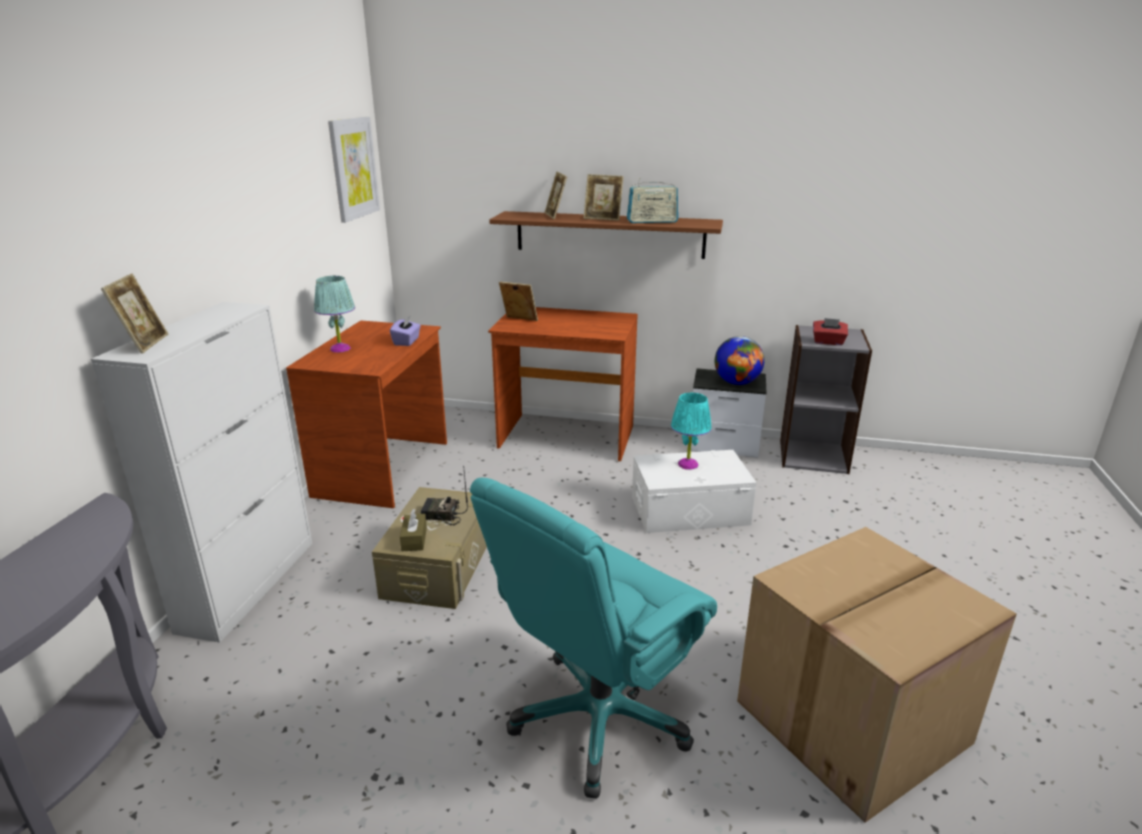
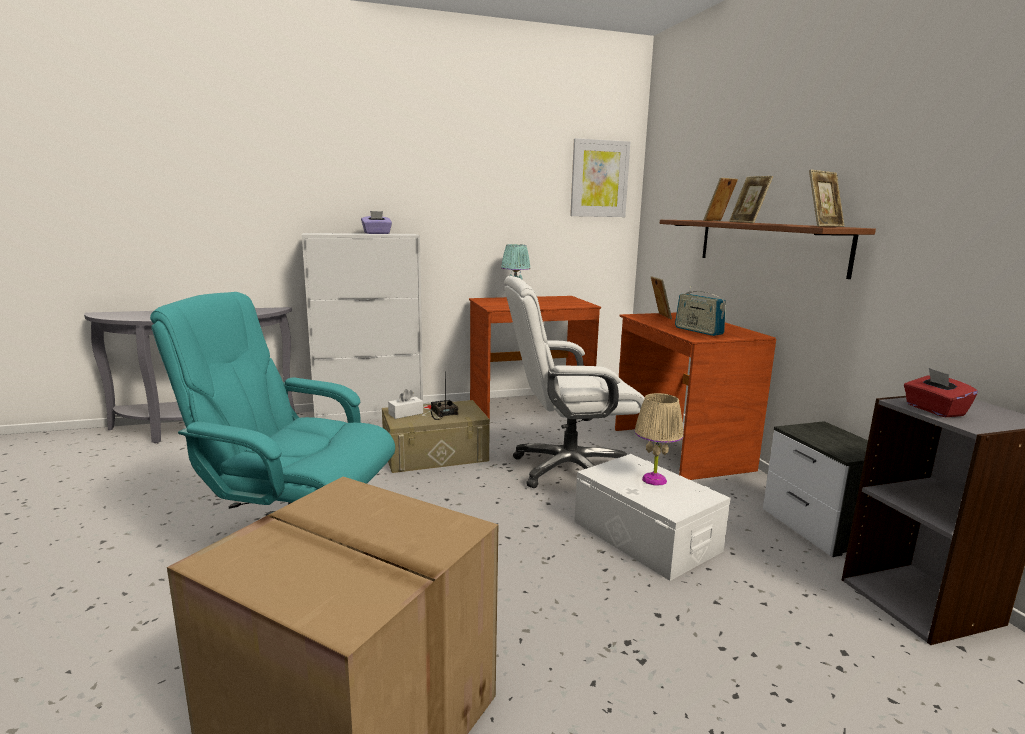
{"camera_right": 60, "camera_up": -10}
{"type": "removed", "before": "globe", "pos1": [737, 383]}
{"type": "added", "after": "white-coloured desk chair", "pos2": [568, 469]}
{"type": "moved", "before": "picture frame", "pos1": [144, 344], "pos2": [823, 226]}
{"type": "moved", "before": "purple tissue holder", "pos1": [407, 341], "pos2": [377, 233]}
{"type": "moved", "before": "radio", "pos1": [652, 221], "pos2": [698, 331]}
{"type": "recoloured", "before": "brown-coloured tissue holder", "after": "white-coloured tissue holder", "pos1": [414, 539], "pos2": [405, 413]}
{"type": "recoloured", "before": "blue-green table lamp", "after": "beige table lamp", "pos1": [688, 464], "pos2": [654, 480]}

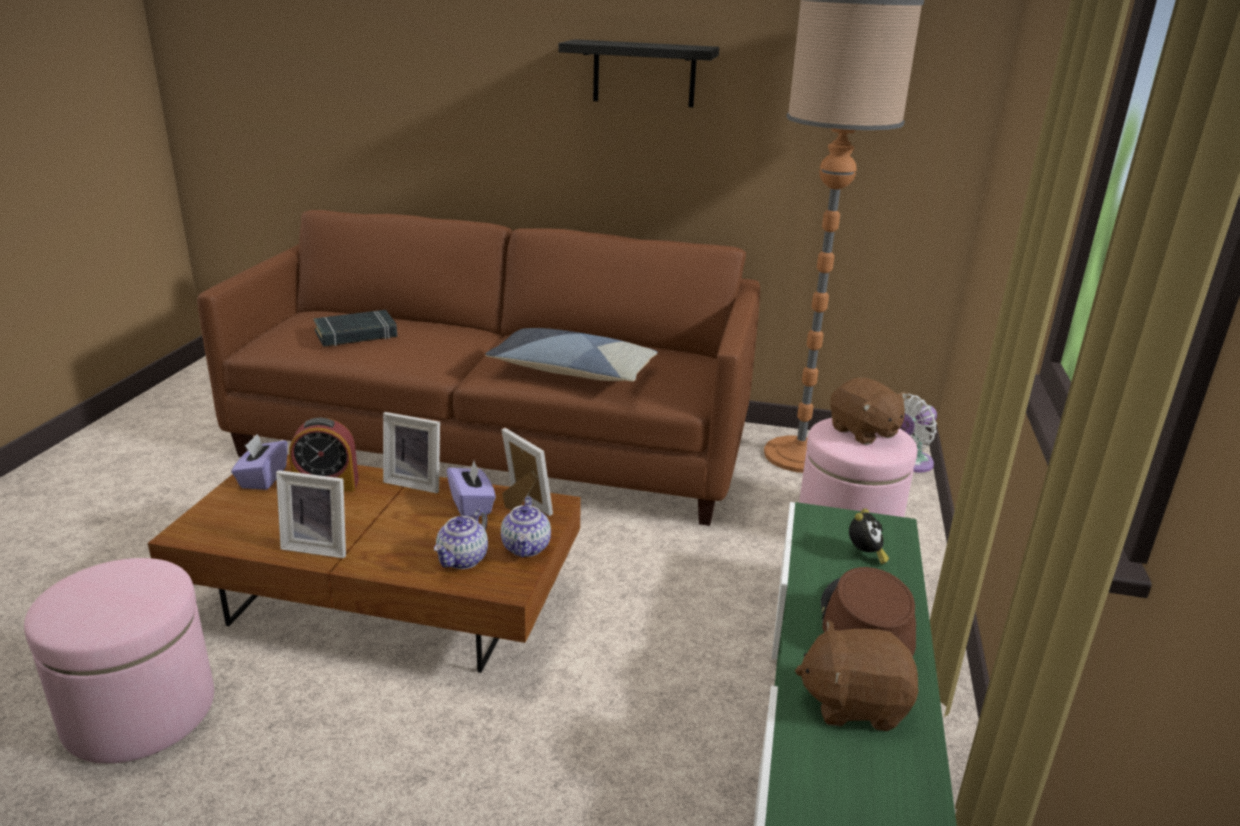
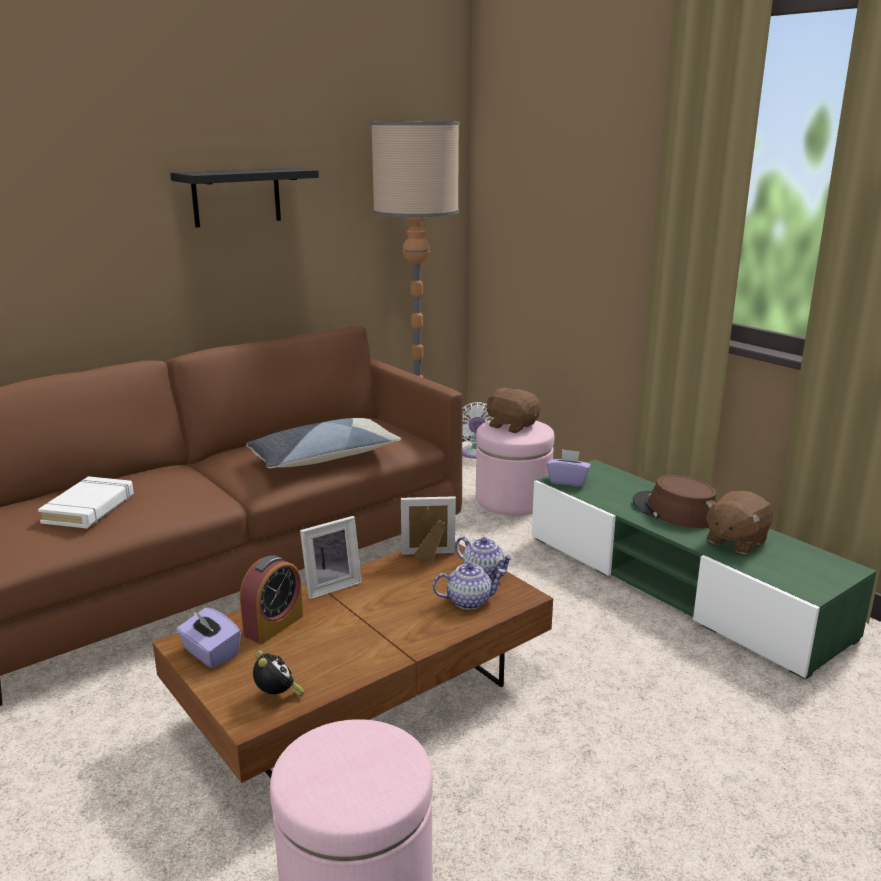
{"camera_right": -50, "camera_up": -5}
{"type": "removed", "before": "picture frame", "pos1": [319, 546]}
{"type": "moved", "before": "purple tissue holder", "pos1": [472, 505], "pos2": [568, 481]}
{"type": "moved", "before": "bedside clock", "pos1": [865, 555], "pos2": [277, 696]}
{"type": "recoloured", "before": "blackish bound book", "after": "white-coloured bound book", "pos1": [356, 334], "pos2": [89, 508]}
{"type": "turned", "before": "tea pot", "pos1": [463, 560], "pos2": [469, 601], "turn": -75}
{"type": "turned", "before": "brown-coloured plush toy", "pos1": [863, 432], "pos2": [512, 426], "turn": -150}

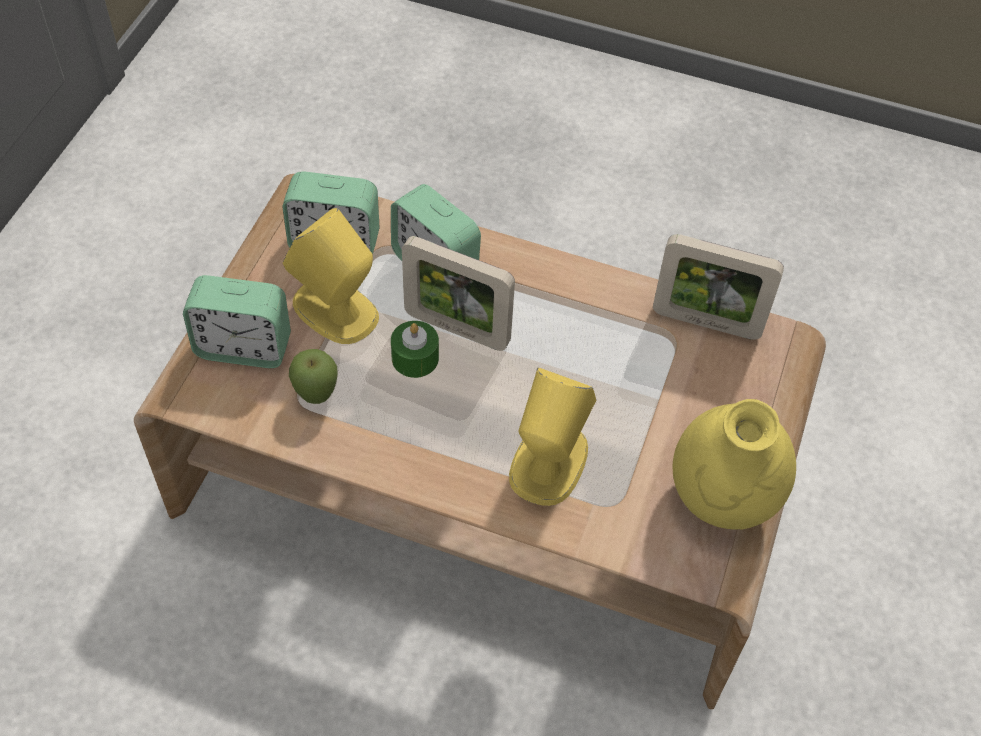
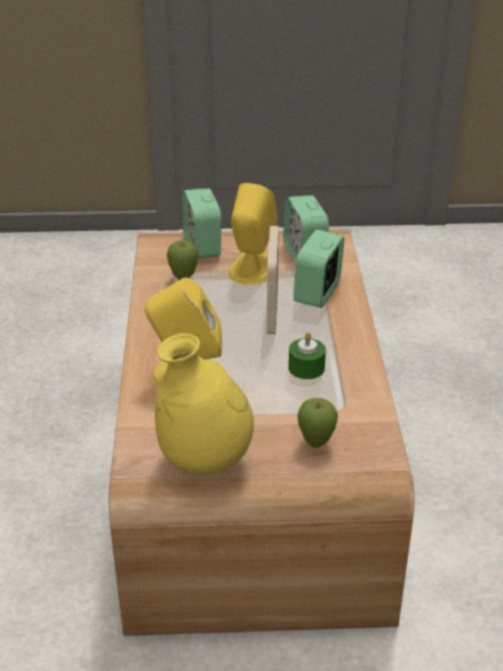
{"camera_right": 70, "camera_up": -20}
{"type": "removed", "before": "picture frame", "pos1": [706, 322]}
{"type": "added", "after": "whole apple", "pos2": [316, 443]}
{"type": "moved", "before": "green-coloured wax light", "pos1": [415, 358], "pos2": [306, 368]}

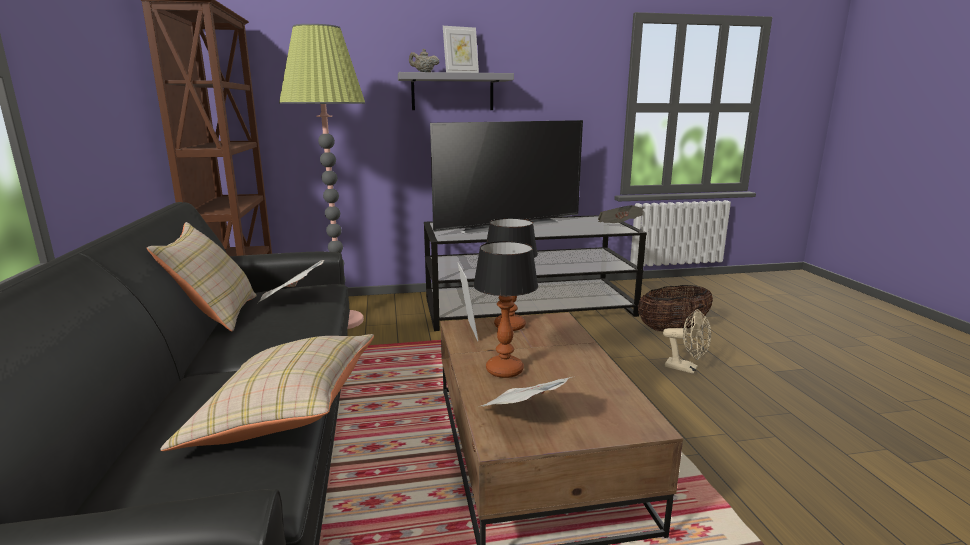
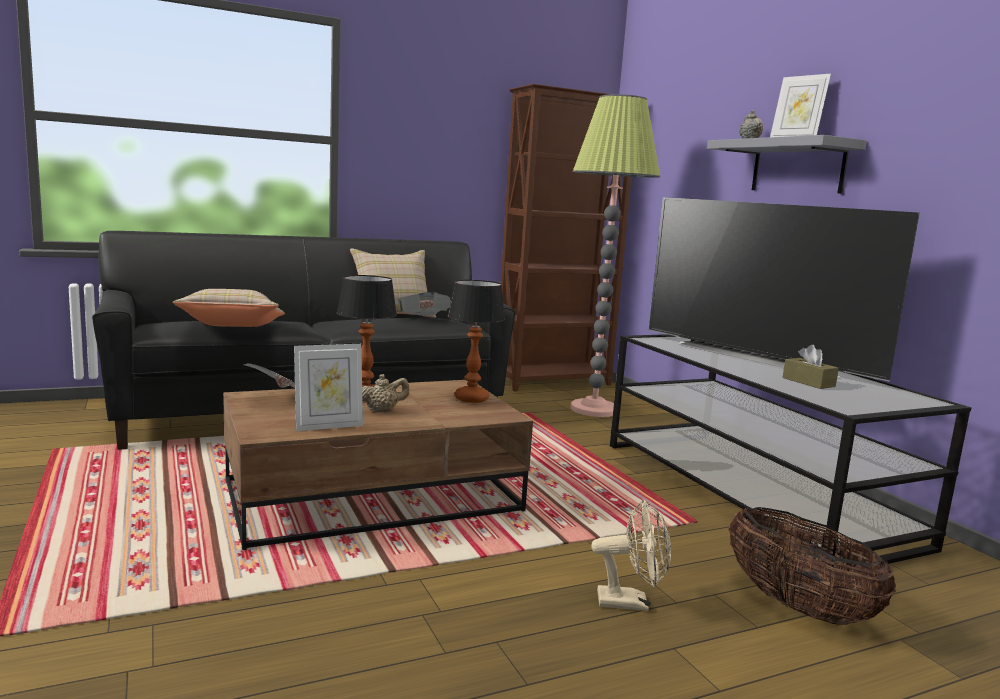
{"camera_right": 75, "camera_up": -5}
{"type": "removed", "before": "printed paper", "pos1": [619, 227]}
{"type": "added", "after": "beige tea pot", "pos2": [382, 411]}
{"type": "added", "after": "brown-coloured tissue holder", "pos2": [808, 382]}
{"type": "moved", "before": "picture frame", "pos1": [467, 331], "pos2": [328, 426]}
{"type": "turned", "before": "beige cooling fan", "pos1": [686, 368], "pos2": [631, 602], "turn": -105}

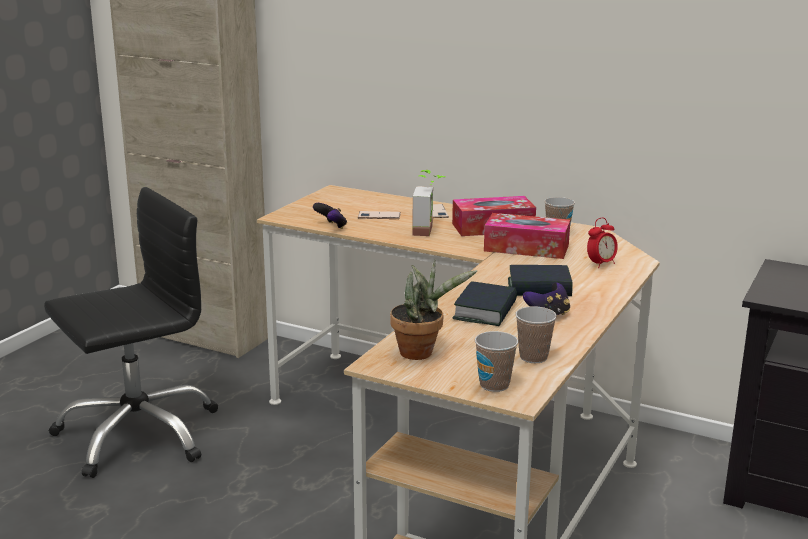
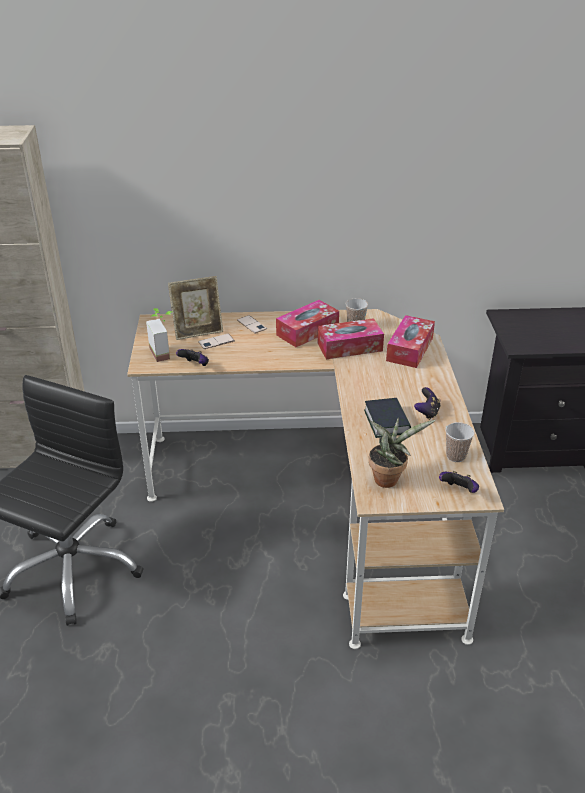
{"camera_right": -30, "camera_up": 15}
{"type": "removed", "before": "bound book", "pos1": [539, 288]}
{"type": "added", "after": "picture frame", "pos2": [198, 331]}
{"type": "moved", "before": "potted plant", "pos1": [429, 230], "pos2": [165, 352]}
{"type": "replaced", "before": "small cup", "after": "game controller", "pos1": [494, 385], "pos2": [459, 491]}
{"type": "replaced", "before": "bedside clock", "after": "tissue holder", "pos1": [601, 264], "pos2": [409, 349]}

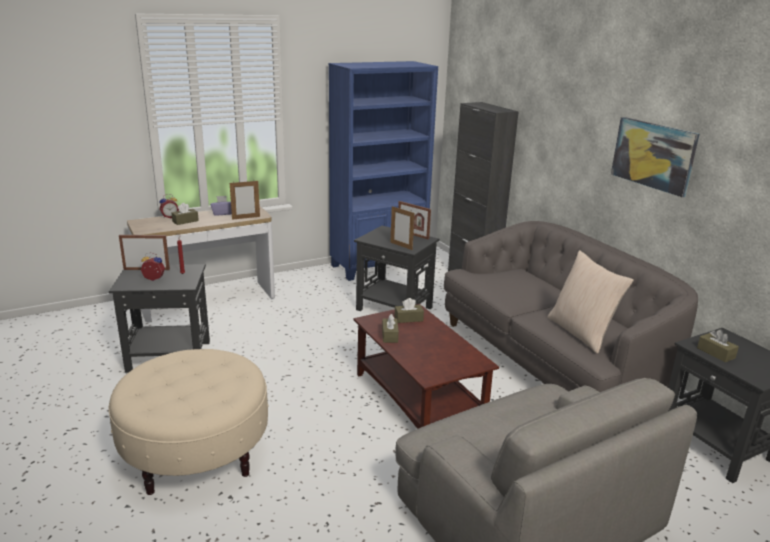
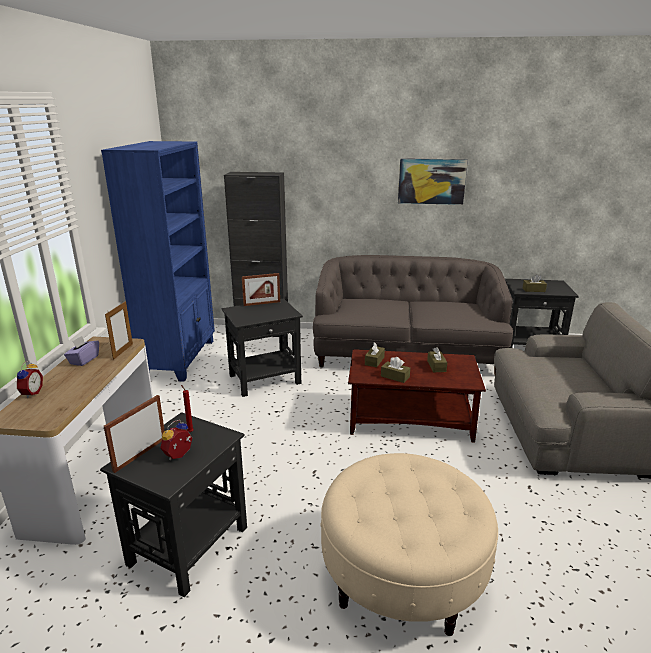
{"camera_right": -55, "camera_up": 0}
{"type": "removed", "before": "picture frame", "pos1": [401, 246]}
{"type": "removed", "before": "beige cushion", "pos1": [581, 333]}
{"type": "moved", "before": "brown-coloured tissue holder", "pos1": [185, 221], "pos2": [436, 366]}

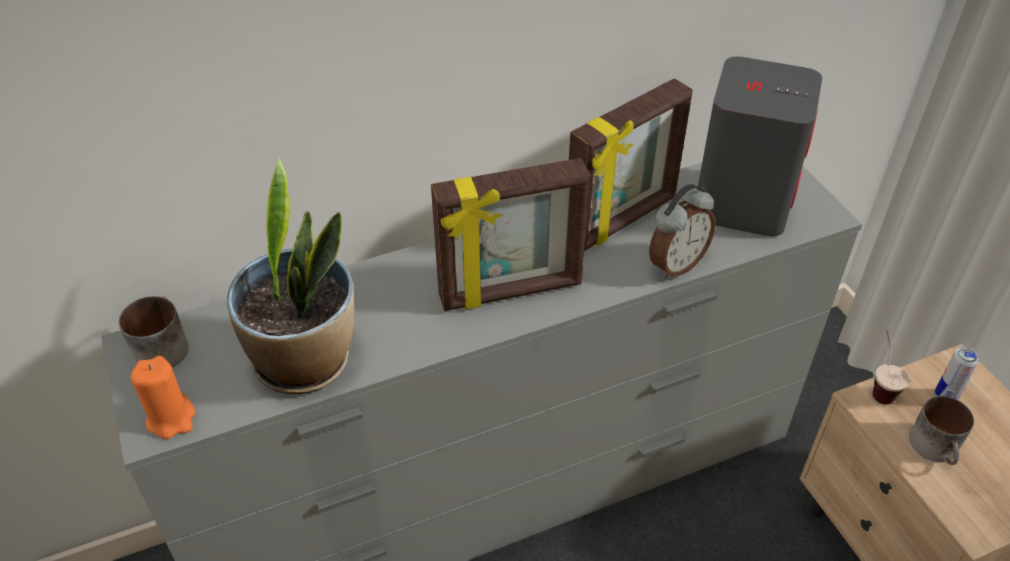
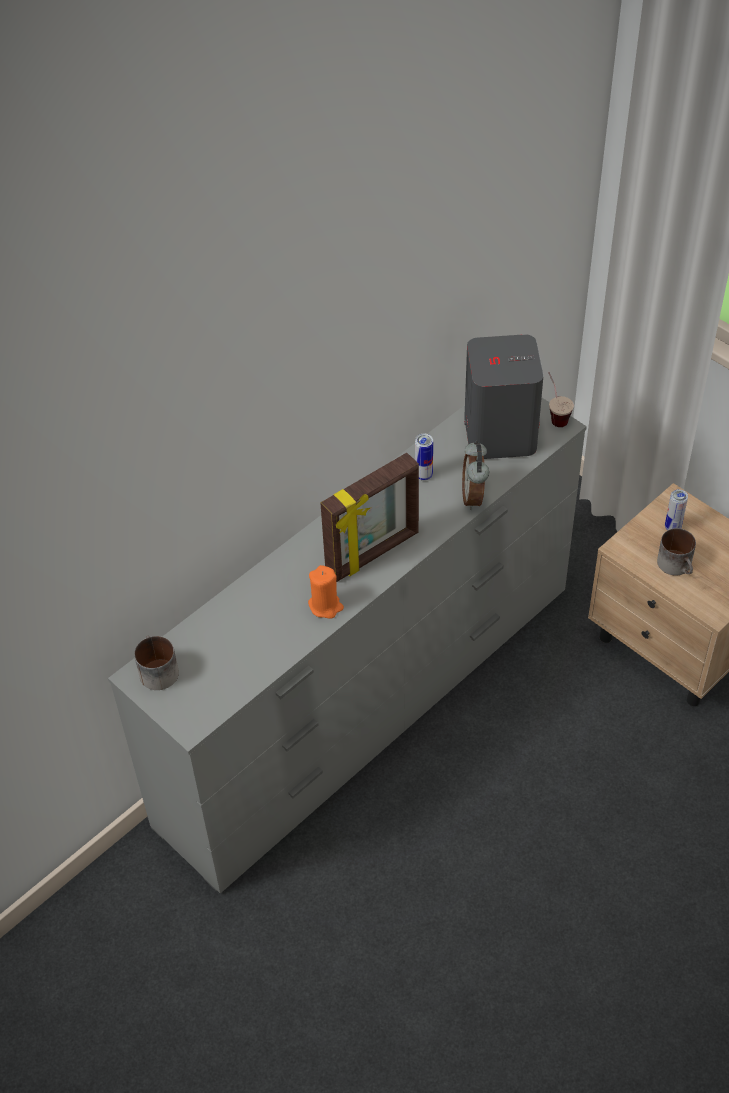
{"camera_right": -20, "camera_up": 5}
{"type": "removed", "before": "potted plant", "pos1": [305, 361]}
{"type": "moved", "before": "orange wax light", "pos1": [171, 418], "pos2": [325, 606]}
{"type": "moved", "before": "small cup", "pos1": [879, 386], "pos2": [555, 415]}
{"type": "replaced", "before": "picture frame", "after": "sealed can", "pos1": [622, 221], "pos2": [423, 475]}
{"type": "turned", "before": "bedside clock", "pos1": [675, 264], "pos2": [474, 497], "turn": 150}

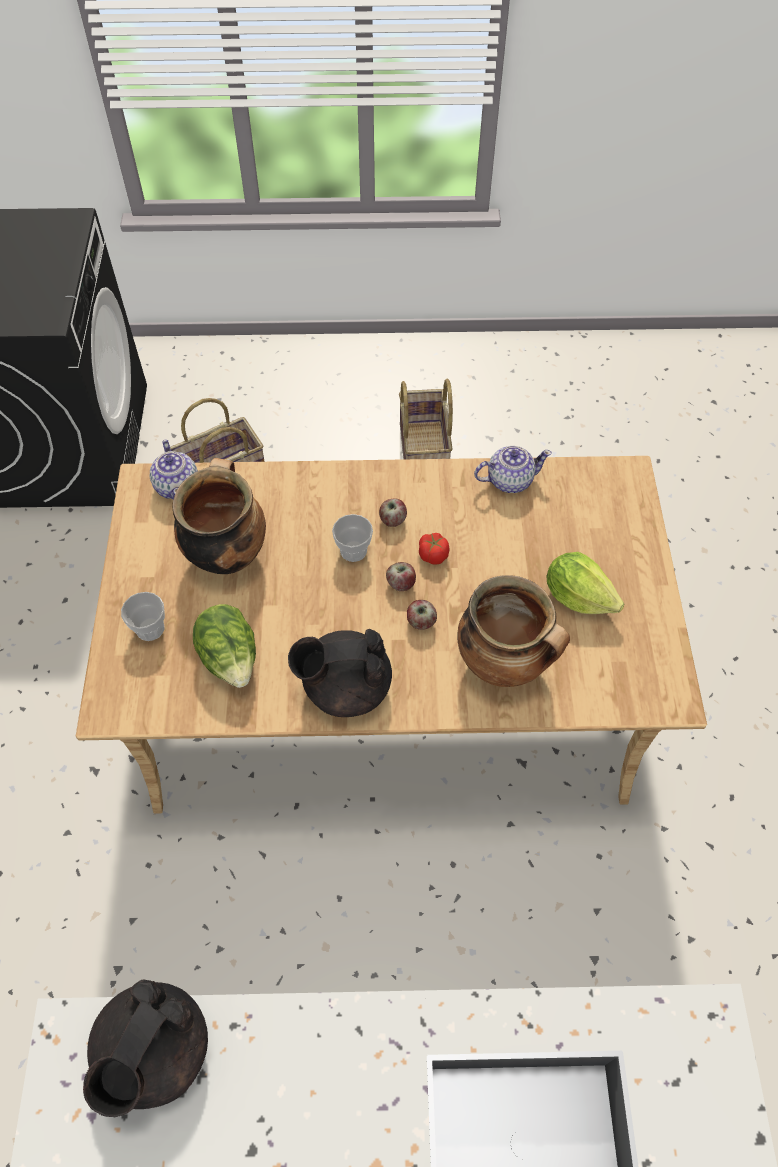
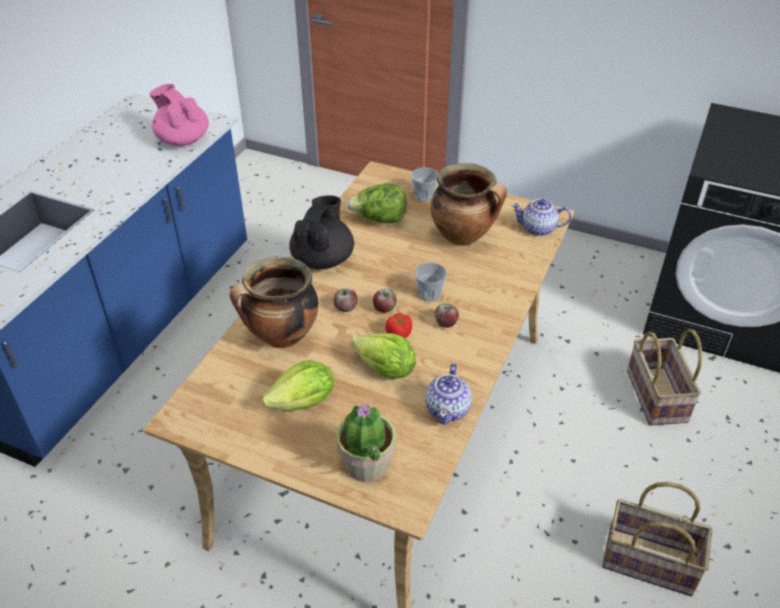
{"camera_right": 115, "camera_up": -15}
{"type": "added", "after": "potted plant", "pos2": [366, 465]}
{"type": "added", "after": "lettuce head", "pos2": [385, 370]}
{"type": "recoloured", "before": "blackish tea pot", "after": "pink tea pot", "pos1": [154, 1052], "pos2": [182, 139]}

